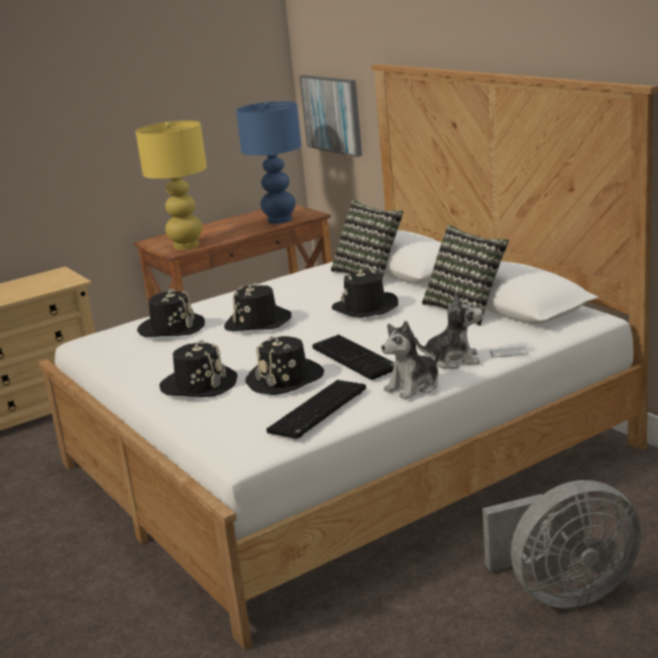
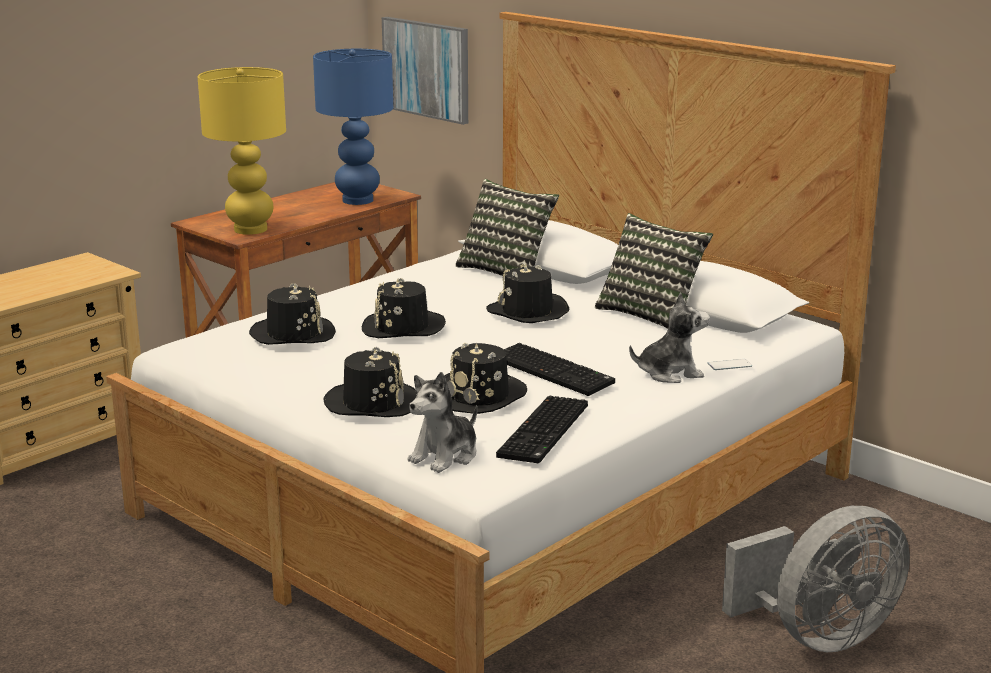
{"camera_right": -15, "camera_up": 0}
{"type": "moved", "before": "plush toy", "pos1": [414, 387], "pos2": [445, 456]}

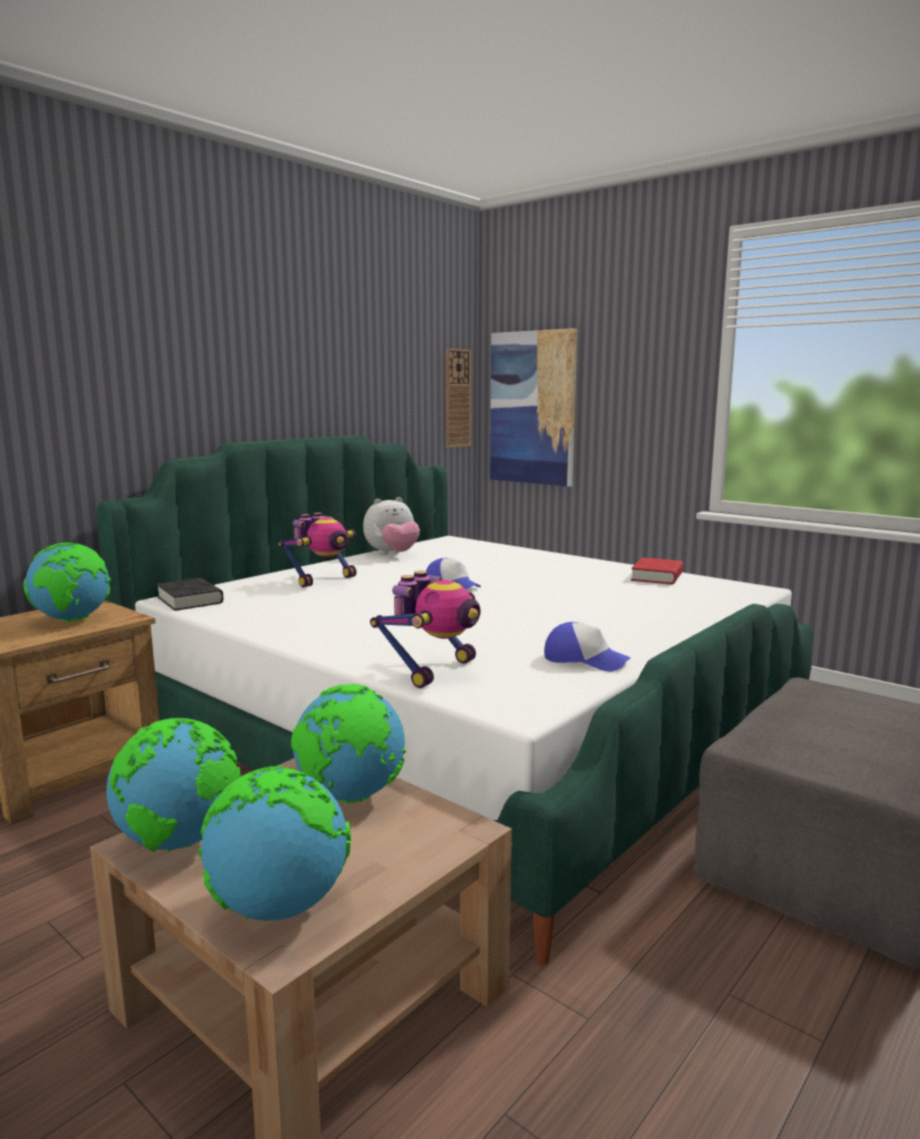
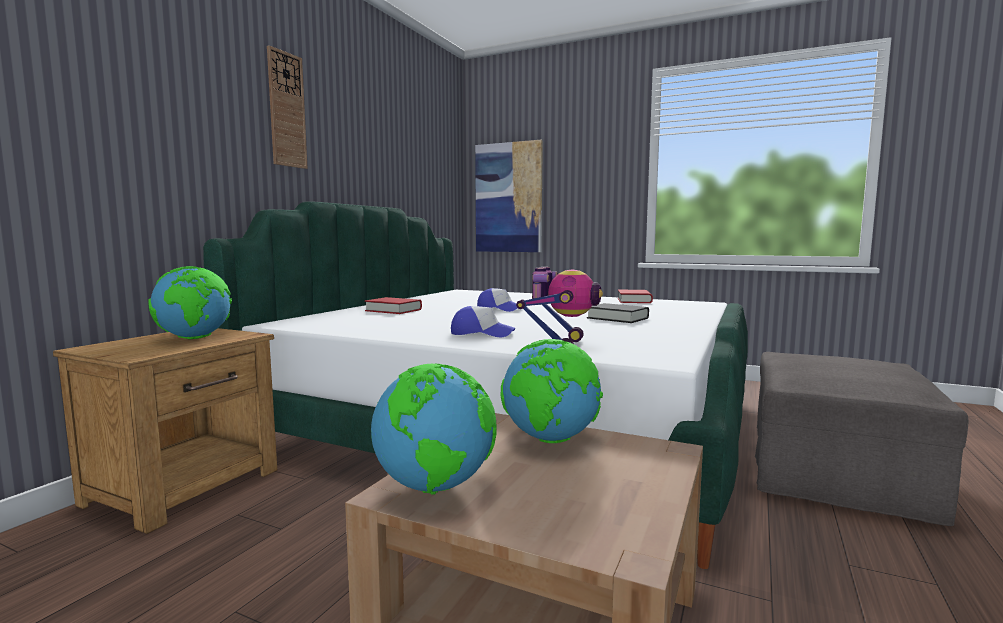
{"camera_right": -15, "camera_up": -5}
{"type": "removed", "before": "globe", "pos1": [278, 907]}
{"type": "removed", "before": "plush toy", "pos1": [392, 554]}
{"type": "moved", "before": "blackish bound book", "pos1": [190, 600], "pos2": [617, 318]}
{"type": "moved", "before": "hanging clock", "pos1": [457, 398], "pos2": [286, 110]}
{"type": "moved", "before": "cap", "pos1": [585, 660], "pos2": [482, 333]}
{"type": "replaced", "before": "toy robot", "after": "red-coloured bound book", "pos1": [323, 580], "pos2": [393, 310]}

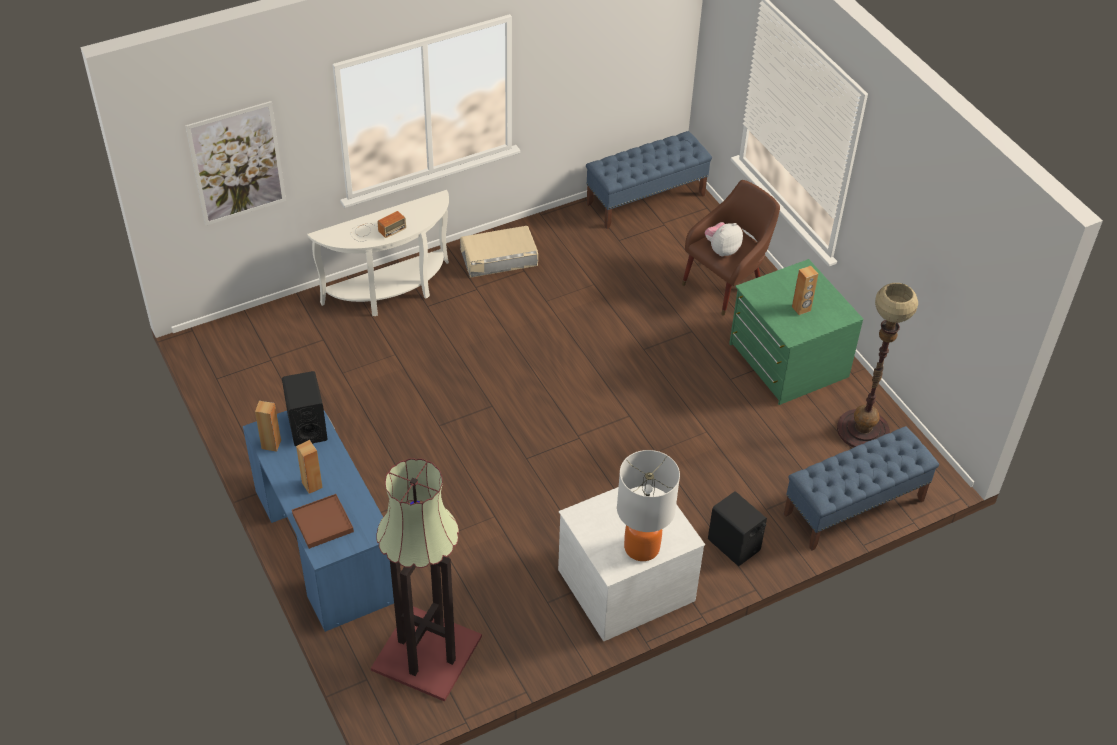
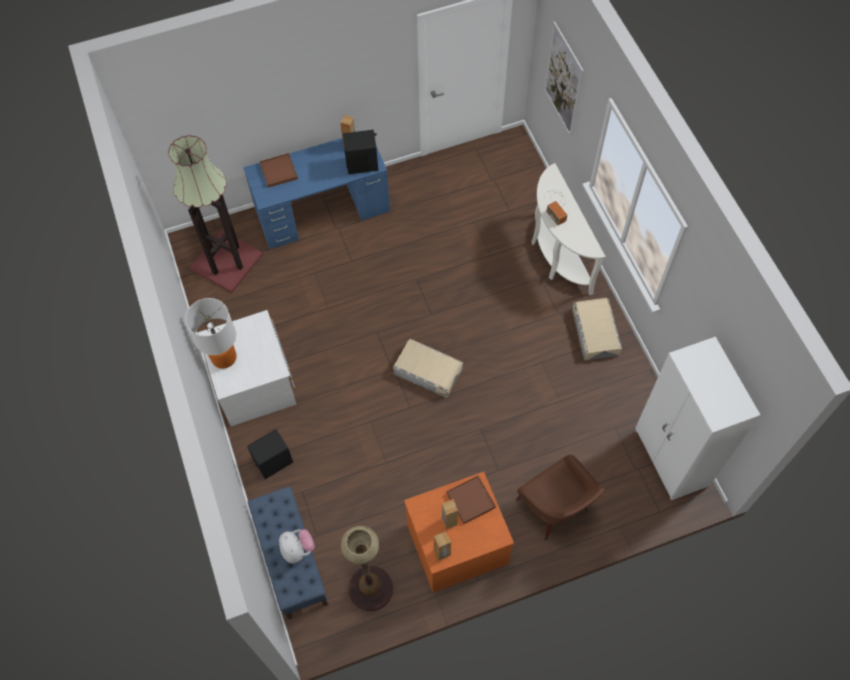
{"camera_right": 100, "camera_up": 15}
{"type": "added", "after": "beige storage container", "pos2": [428, 371]}
{"type": "added", "after": "brown-coloured carrying tray", "pos2": [471, 500]}
{"type": "moved", "before": "brown-coloured speaker", "pos1": [312, 485], "pos2": [442, 552]}
{"type": "moved", "before": "plush toy", "pos1": [722, 250], "pos2": [297, 550]}
{"type": "replaced", "before": "blue bench", "after": "white-coloured wardrobe", "pos1": [646, 199], "pos2": [671, 459]}
{"type": "recoloured", "before": "green-coloured chest of drawers", "after": "orange chest of drawers", "pos1": [787, 361], "pos2": [456, 542]}

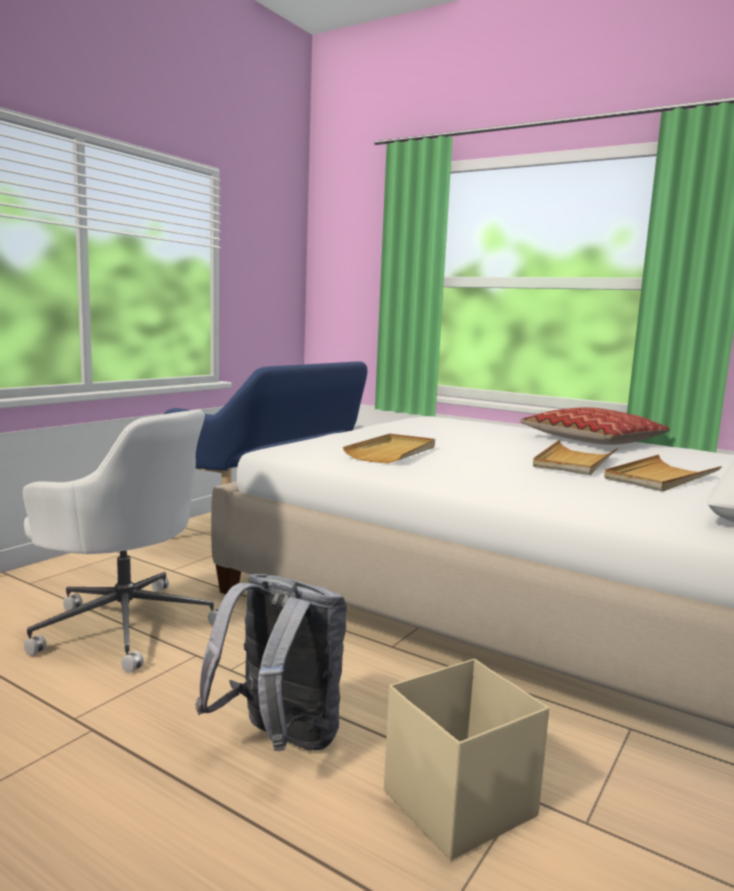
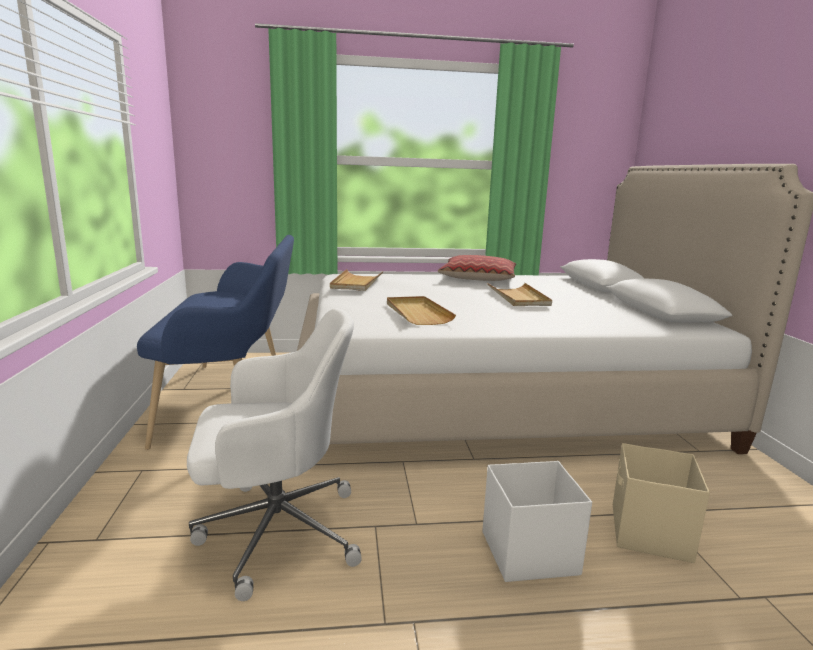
{"camera_right": -40, "camera_up": 5}
{"type": "moved", "before": "beige carrying tray", "pos1": [660, 478], "pos2": [356, 283]}
{"type": "replaced", "before": "greyish rucksack", "after": "white-coloured storage container", "pos1": [279, 741], "pos2": [527, 553]}

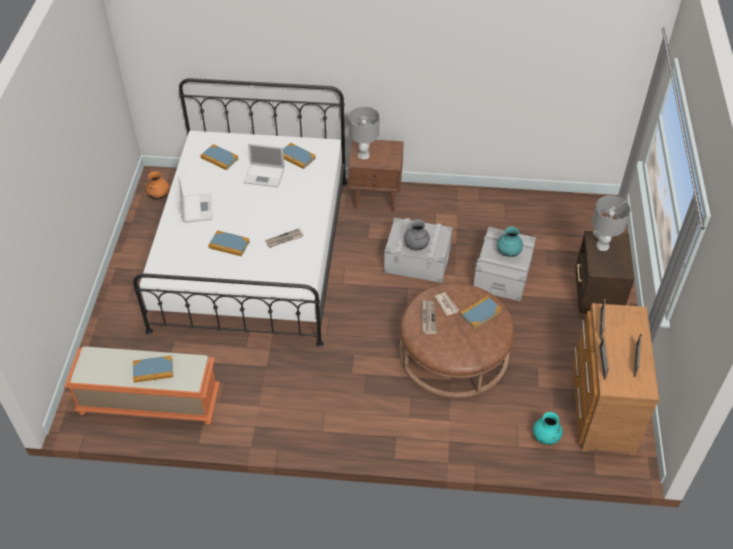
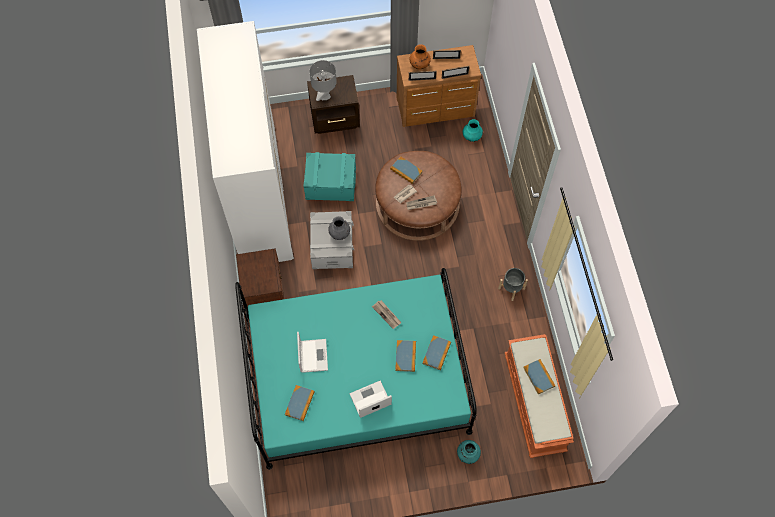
{"camera_right": -105, "camera_up": 15}
{"type": "removed", "before": "greyish table lamp", "pos1": [364, 155]}
{"type": "added", "after": "white-coloured wardrobe", "pos2": [259, 195]}
{"type": "added", "after": "greyish plant pot", "pos2": [511, 288]}
{"type": "moved", "before": "orange flower vase", "pos1": [159, 196], "pos2": [419, 65]}
{"type": "moved", "before": "bound book", "pos1": [297, 157], "pos2": [436, 353]}
{"type": "moved", "before": "blue-green flower vase", "pos1": [508, 253], "pos2": [467, 454]}
{"type": "recoloured", "before": "white-coloured bed", "after": "blue-green bed", "pos1": [253, 252], "pos2": [358, 377]}
{"type": "recoloured", "before": "greyish storage container", "after": "blue-green storage container", "pos1": [502, 274], "pos2": [331, 183]}

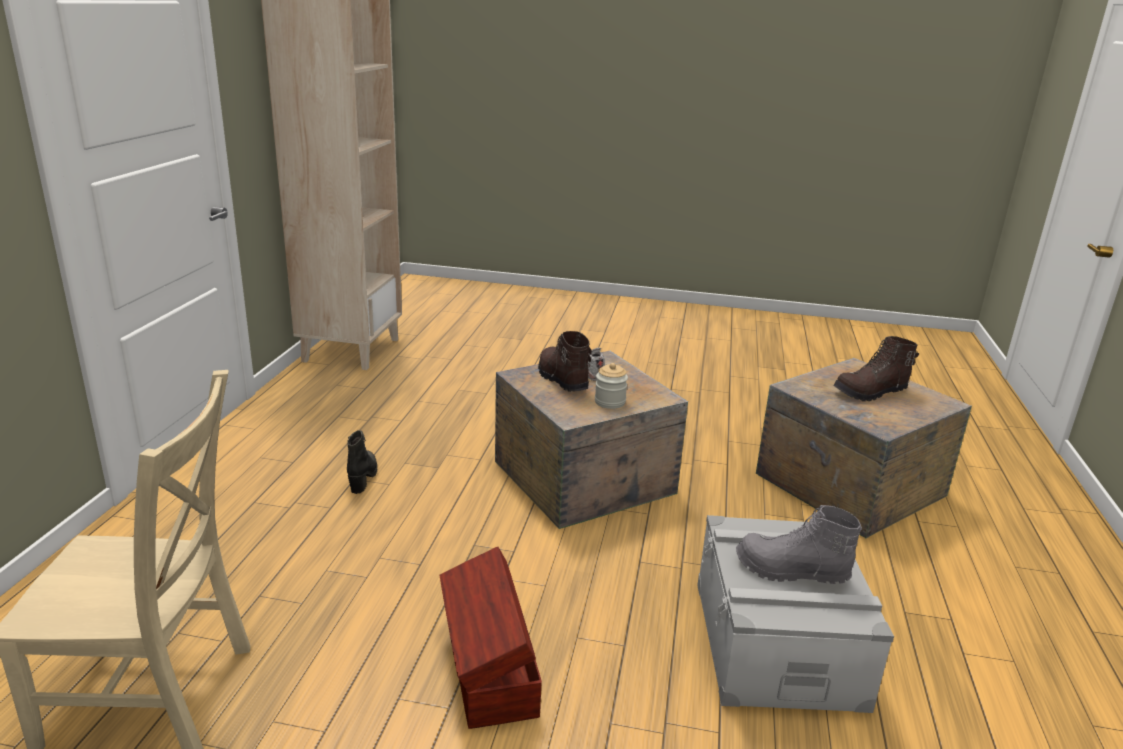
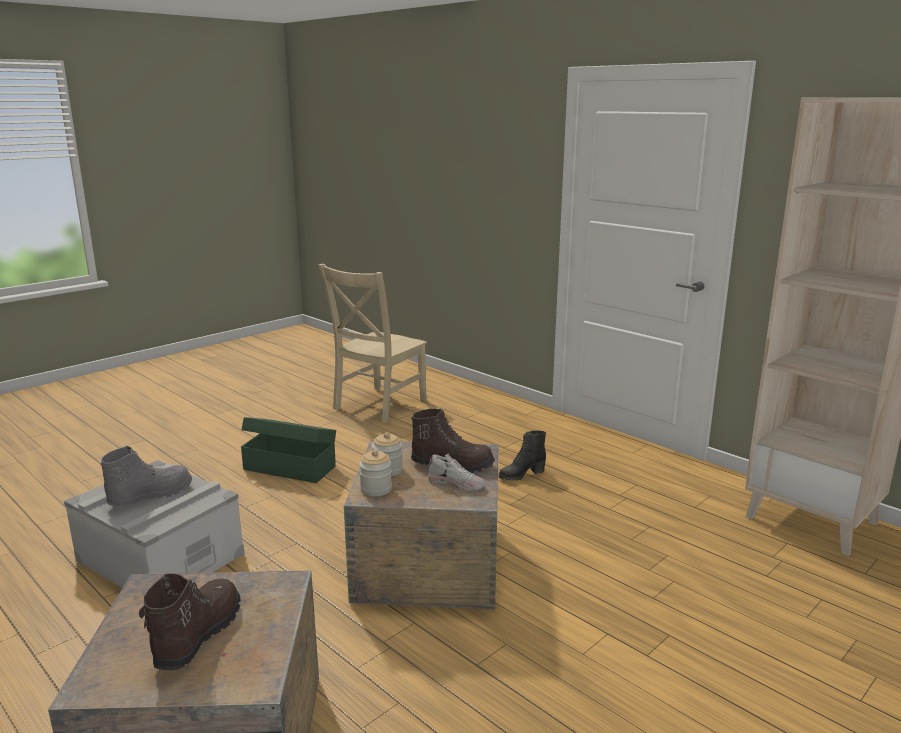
{"camera_right": 125, "camera_up": -5}
{"type": "added", "after": "preserve jar", "pos2": [376, 489]}
{"type": "recoloured", "before": "brown-coloured storage container", "after": "green-coloured storage container", "pos1": [489, 669], "pos2": [289, 467]}
{"type": "turned", "before": "blackish tall boot", "pos1": [363, 477], "pos2": [521, 475], "turn": 120}

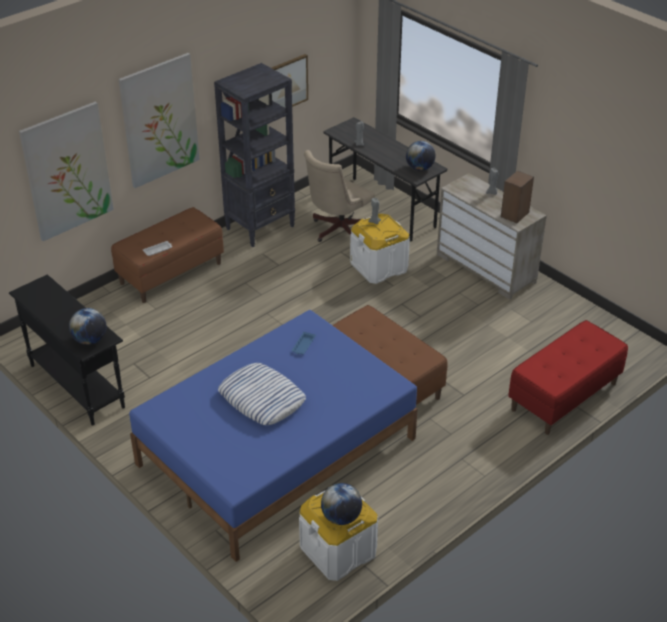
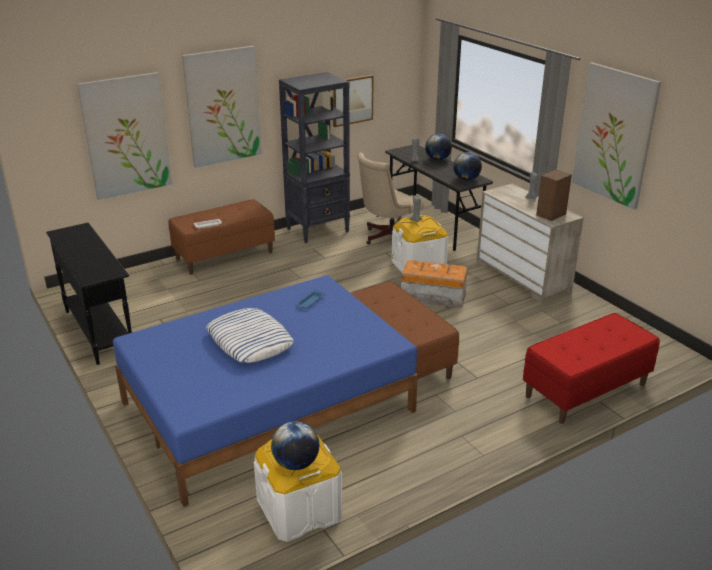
{"camera_right": 10, "camera_up": -10}
{"type": "added", "after": "storage container", "pos2": [432, 296]}
{"type": "added", "after": "wall picture", "pos2": [614, 135]}
{"type": "moved", "before": "globe", "pos1": [90, 340], "pos2": [437, 159]}

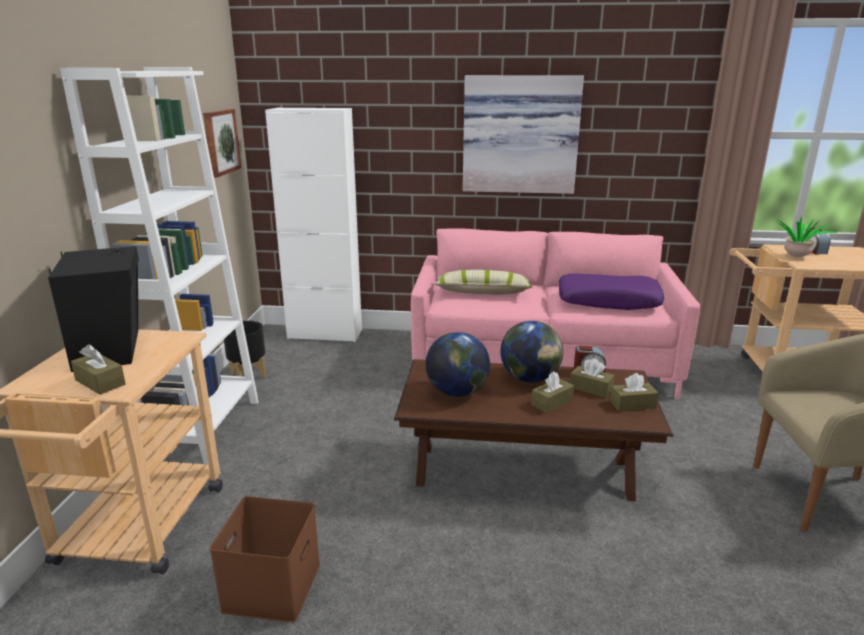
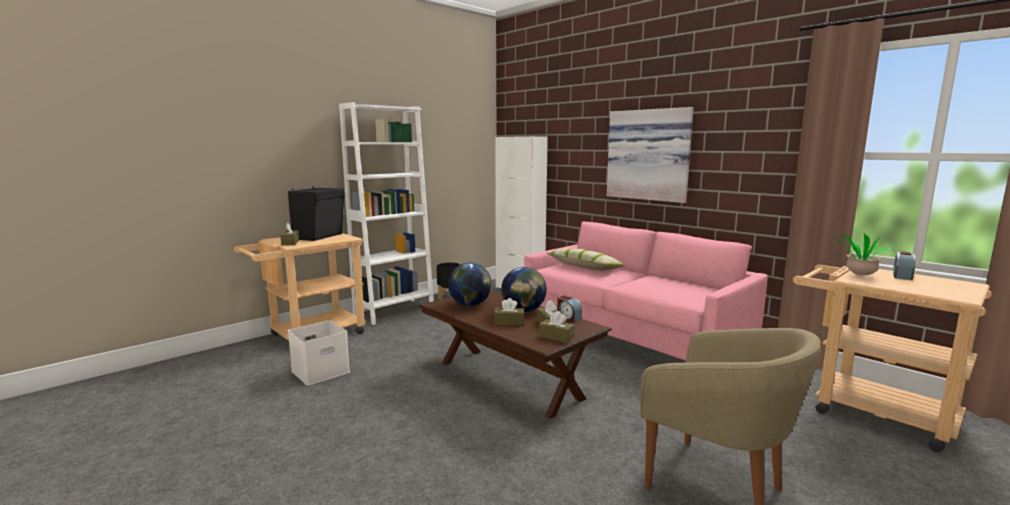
{"camera_right": 40, "camera_up": -10}
{"type": "removed", "before": "wall picture", "pos1": [220, 142]}
{"type": "removed", "before": "purple cushion", "pos1": [608, 301]}
{"type": "recoloured", "before": "brown-coloured storage container", "after": "white-coloured storage container", "pos1": [271, 585], "pos2": [321, 371]}

